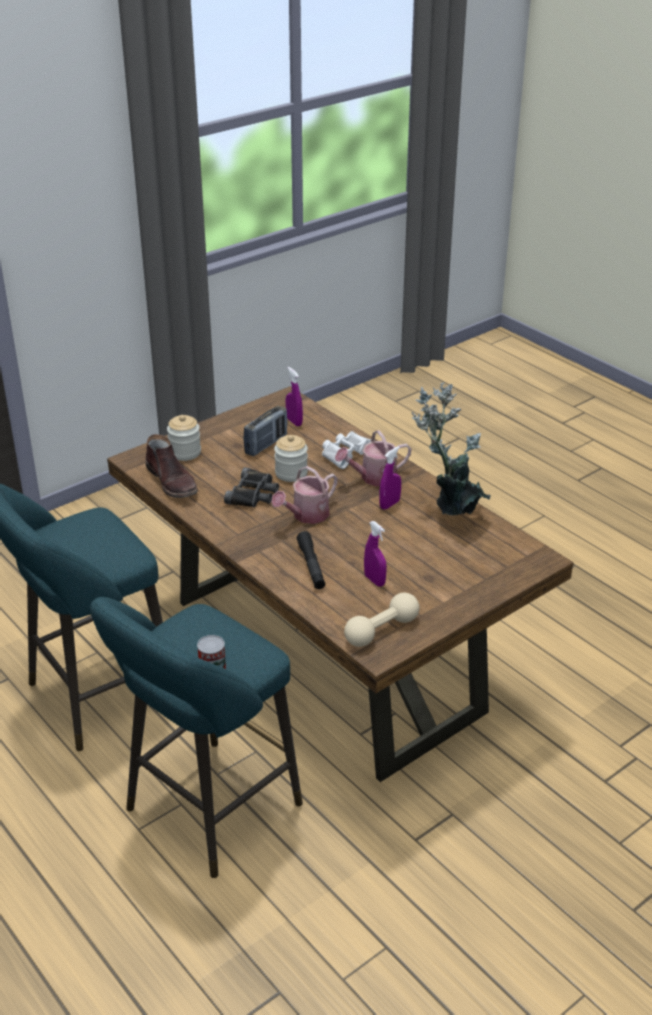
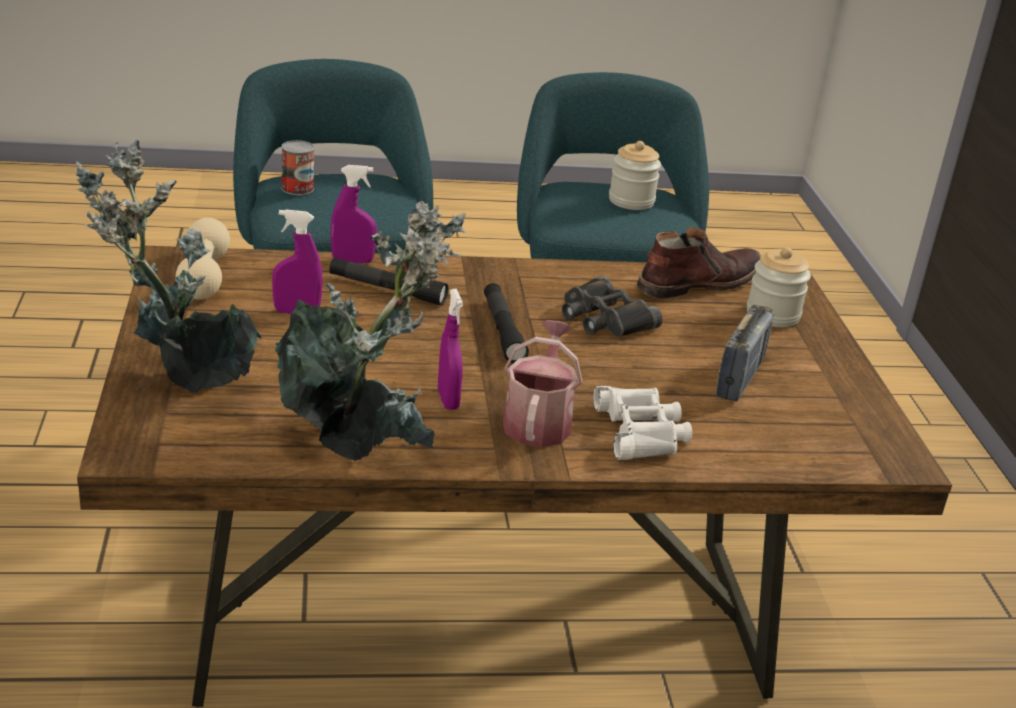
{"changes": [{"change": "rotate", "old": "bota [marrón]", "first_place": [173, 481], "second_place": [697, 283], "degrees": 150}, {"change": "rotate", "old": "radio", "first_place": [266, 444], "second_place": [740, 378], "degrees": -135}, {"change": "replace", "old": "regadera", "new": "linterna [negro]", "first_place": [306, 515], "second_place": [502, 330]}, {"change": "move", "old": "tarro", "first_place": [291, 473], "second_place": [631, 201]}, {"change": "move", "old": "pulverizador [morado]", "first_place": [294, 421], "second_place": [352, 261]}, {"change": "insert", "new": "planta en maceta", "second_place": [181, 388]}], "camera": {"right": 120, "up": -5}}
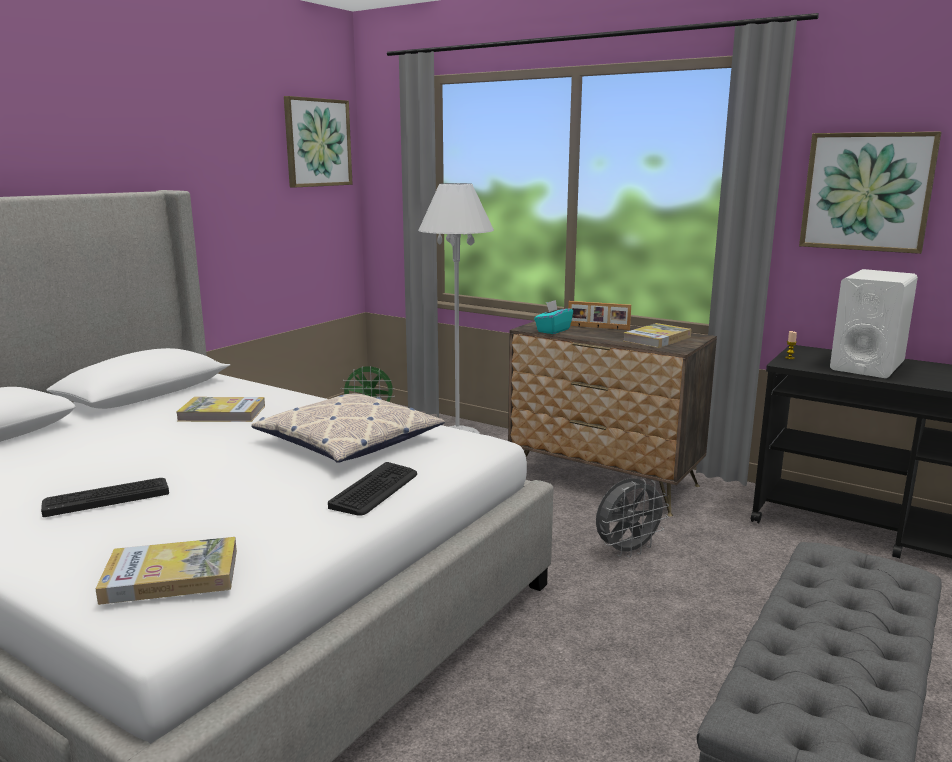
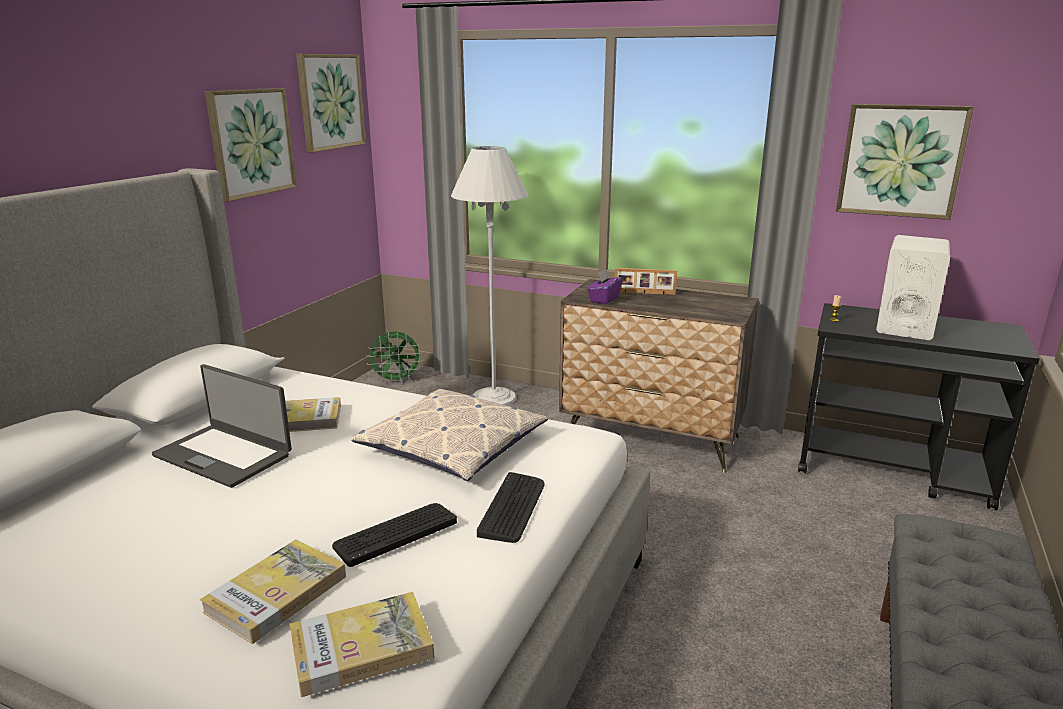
{"changes": [{"change": "move", "old": "teclado", "first_place": [106, 497], "second_place": [395, 533]}, {"change": "recolor", "old": "caja de pañuelos [turquesa]", "new": "caja de pañuelos [morado]", "first_place": [553, 330], "second_place": [603, 299]}, {"change": "delete", "old": "ventilador [gris]", "first_place": [627, 551]}, {"change": "move", "old": "libro", "first_place": [657, 339], "second_place": [276, 594]}, {"change": "insert", "new": "portátil", "second_place": [224, 455]}, {"change": "insert", "new": "cuadro", "second_place": [251, 142]}], "camera": {"right": -10, "up": 5}}
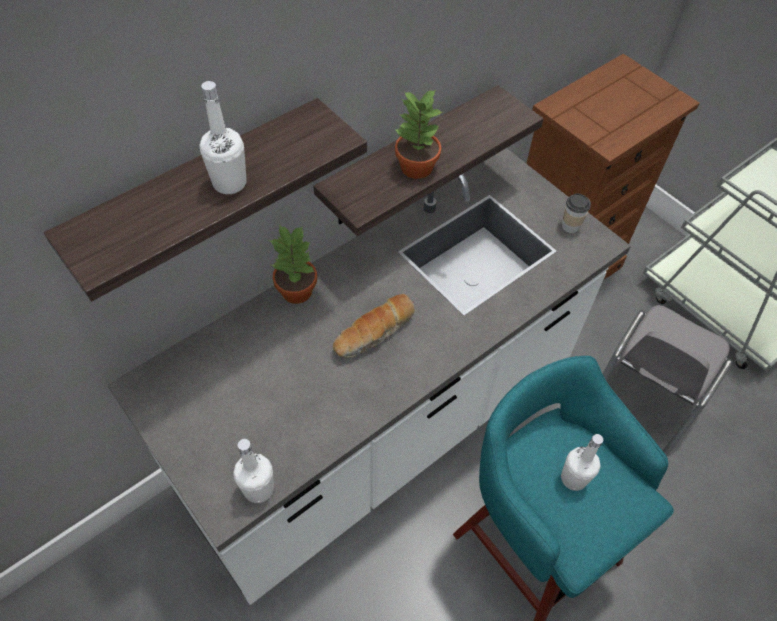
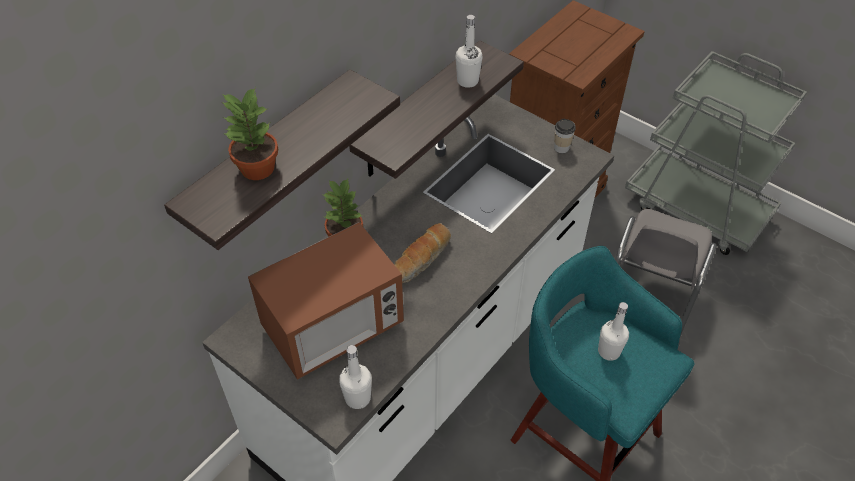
{"changes": [{"change": "move", "old": "botella [blanco]", "first_place": [229, 183], "second_place": [467, 81]}, {"change": "move", "old": "planta en maceta", "first_place": [415, 167], "second_place": [256, 168]}, {"change": "insert", "new": "microondas", "second_place": [333, 327]}], "camera": {"right": -10, "up": -5}}
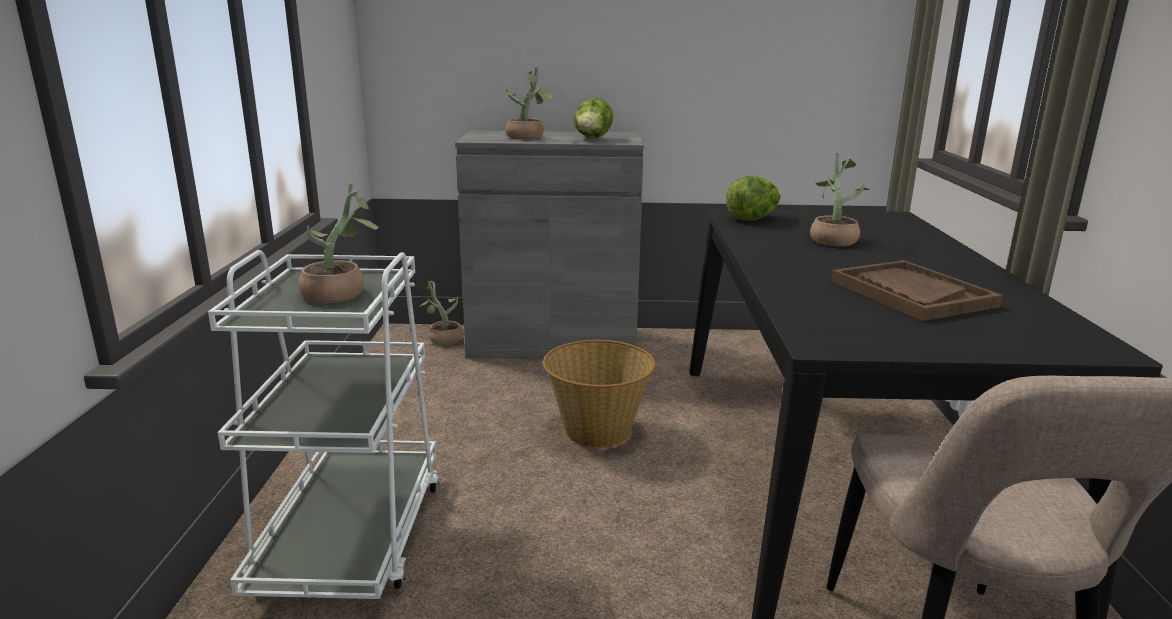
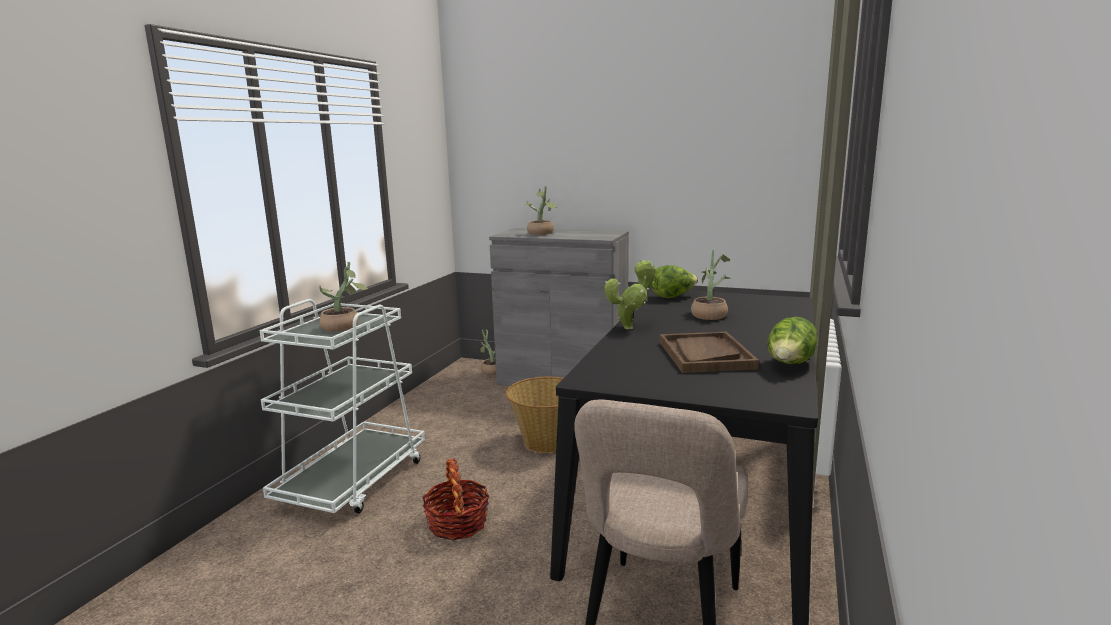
{"changes": [{"change": "move", "old": "lechuga", "first_place": [592, 138], "second_place": [790, 365]}, {"change": "insert", "new": "cesta", "second_place": [457, 524]}, {"change": "insert", "new": "planta en maceta", "second_place": [631, 327]}], "camera": {"right": 20, "up": -5}}
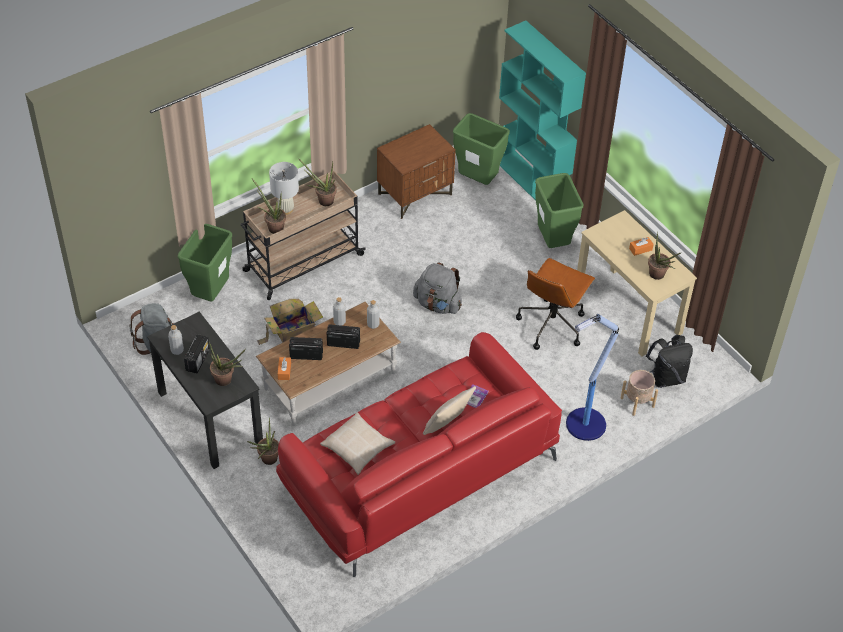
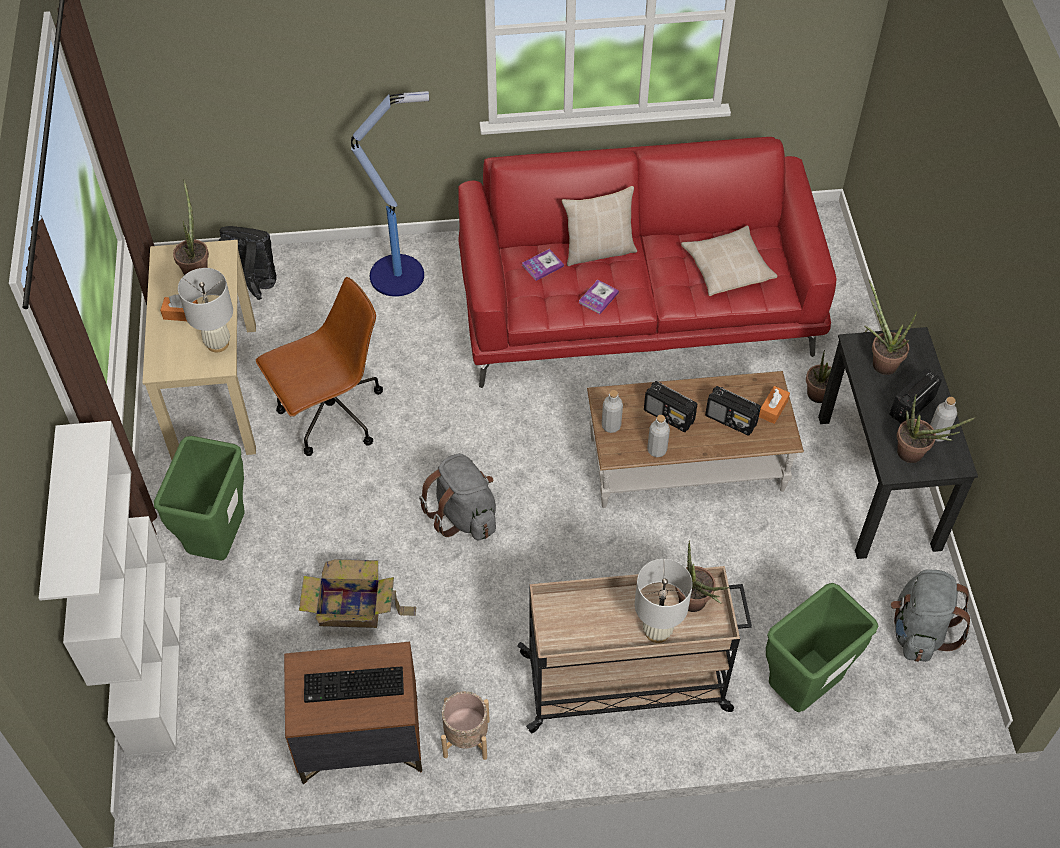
{"changes": [{"change": "move", "old": "caja de cartón", "first_place": [292, 330], "second_place": [353, 610]}, {"change": "move", "old": "planta en maceta", "first_place": [322, 200], "second_place": [915, 455]}, {"change": "delete", "old": "papelera [verde]", "first_place": [478, 181]}, {"change": "recolor", "old": "estantería [turquesa]", "new": "estantería [blanco]", "first_place": [531, 181], "second_place": [153, 674]}, {"change": "move", "old": "maceta [beis]", "first_place": [637, 402], "second_place": [466, 738]}, {"change": "insert", "new": "lámpara de mesa [blanco]", "second_place": [218, 343]}, {"change": "insert", "new": "teclado", "second_place": [353, 687]}, {"change": "insert", "new": "libro", "second_place": [598, 298]}], "camera": {"right": -150, "up": 5}}
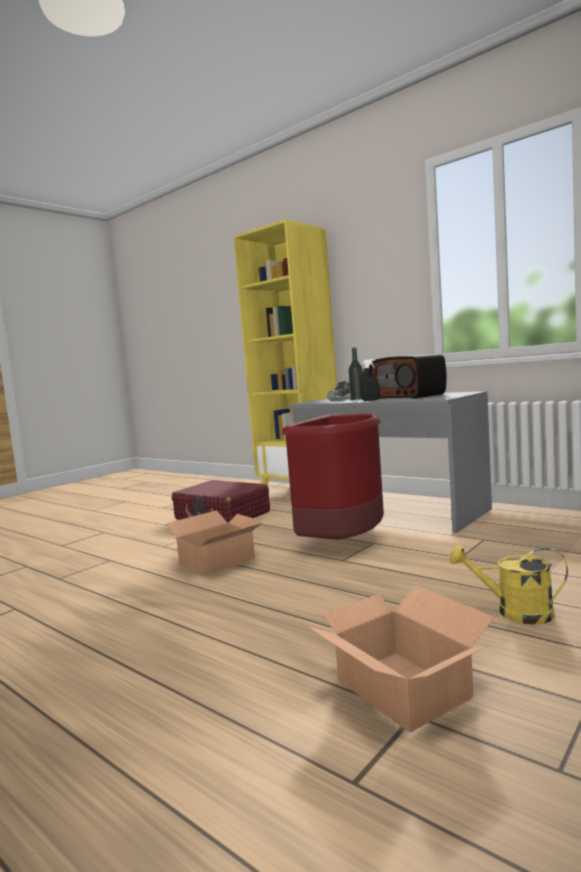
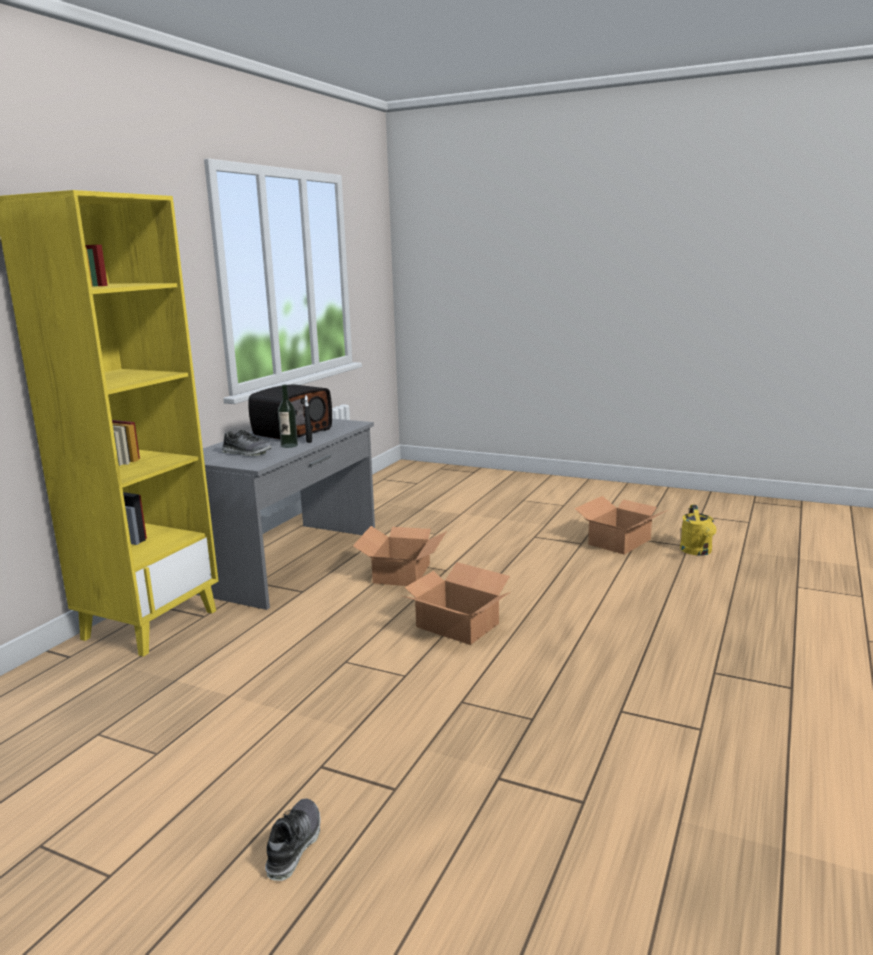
{"changes": [{"change": "delete", "old": "maleta [rojo]", "first_place": [222, 516]}, {"change": "replace", "old": "papelera [rojo]", "new": "caja de cartón", "first_place": [344, 543], "second_place": [401, 573]}, {"change": "move", "old": "regadera [amarillo]", "first_place": [514, 612], "second_place": [697, 552]}, {"change": "insert", "new": "zapato", "second_place": [294, 846]}], "camera": {"right": -105, "up": 10}}
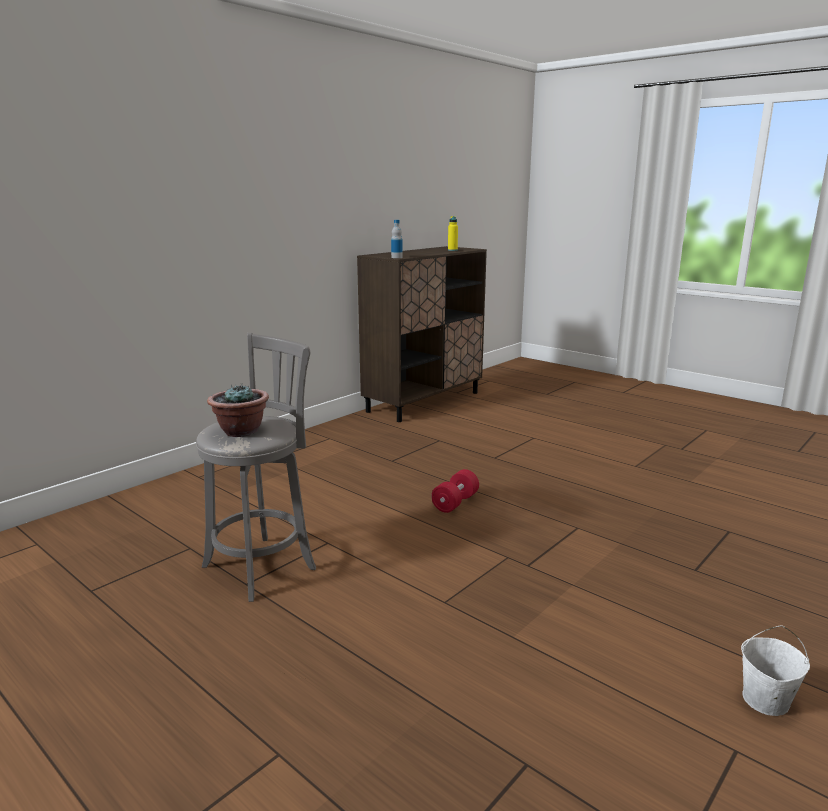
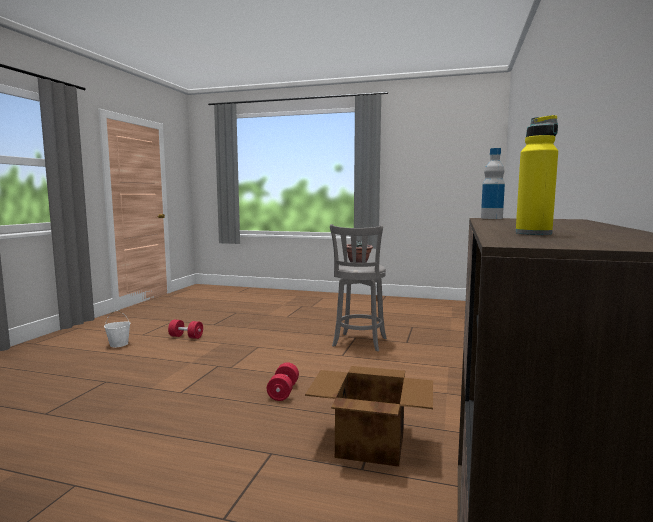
{"changes": [{"change": "insert", "new": "mancuerna [rojo]", "second_place": [186, 337]}, {"change": "insert", "new": "caja de cartón", "second_place": [369, 443]}], "camera": {"right": 155, "up": -10}}
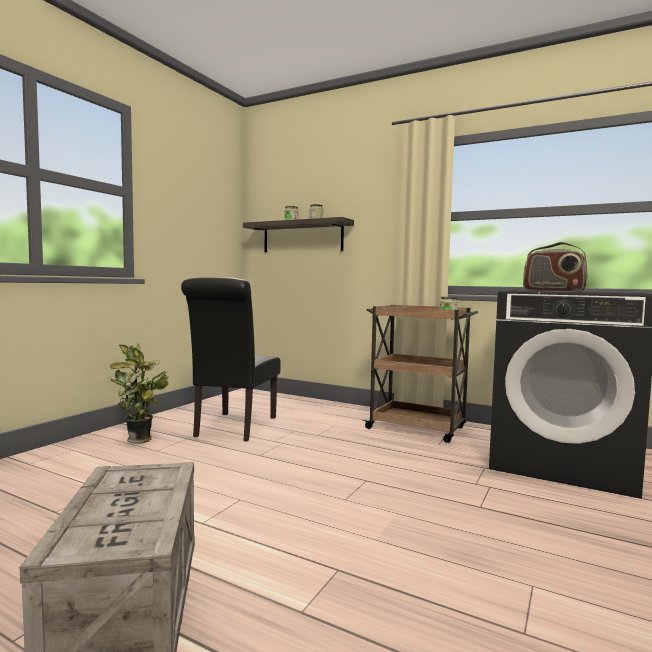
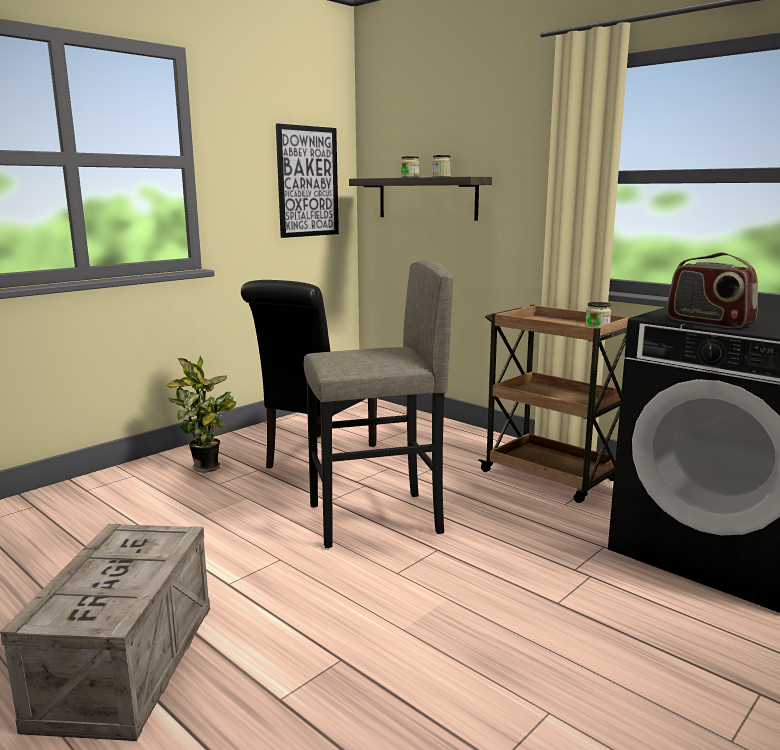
{"changes": [{"change": "insert", "new": "cuadro", "second_place": [307, 182]}, {"change": "insert", "new": "taburete [gris]", "second_place": [375, 519]}], "camera": {"right": 15, "up": 10}}
